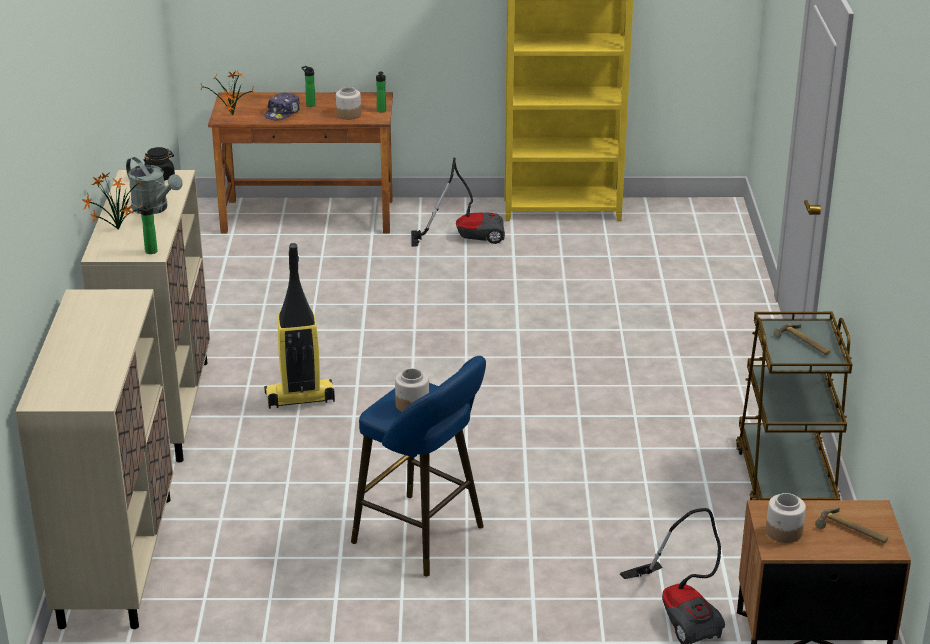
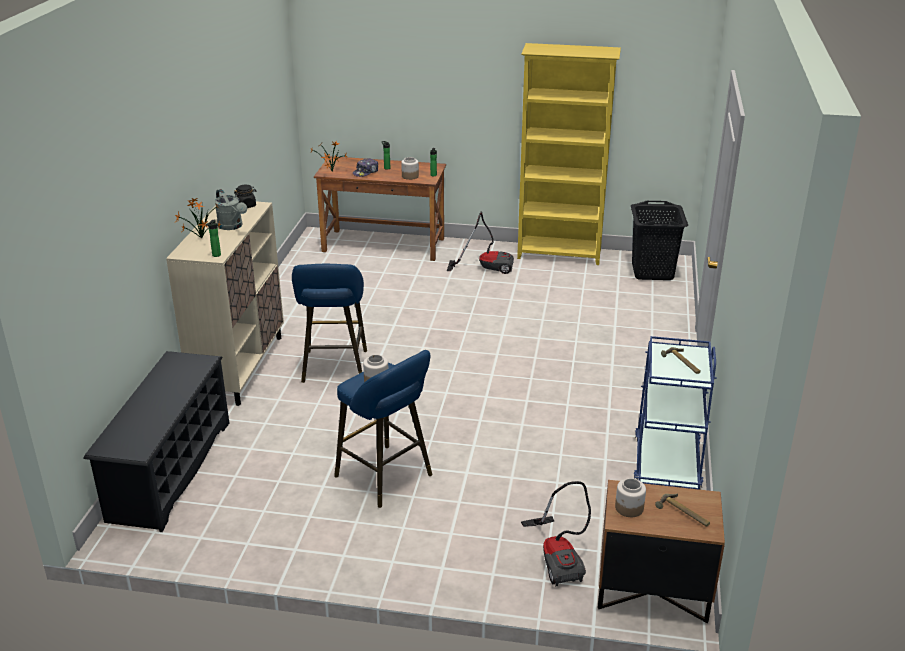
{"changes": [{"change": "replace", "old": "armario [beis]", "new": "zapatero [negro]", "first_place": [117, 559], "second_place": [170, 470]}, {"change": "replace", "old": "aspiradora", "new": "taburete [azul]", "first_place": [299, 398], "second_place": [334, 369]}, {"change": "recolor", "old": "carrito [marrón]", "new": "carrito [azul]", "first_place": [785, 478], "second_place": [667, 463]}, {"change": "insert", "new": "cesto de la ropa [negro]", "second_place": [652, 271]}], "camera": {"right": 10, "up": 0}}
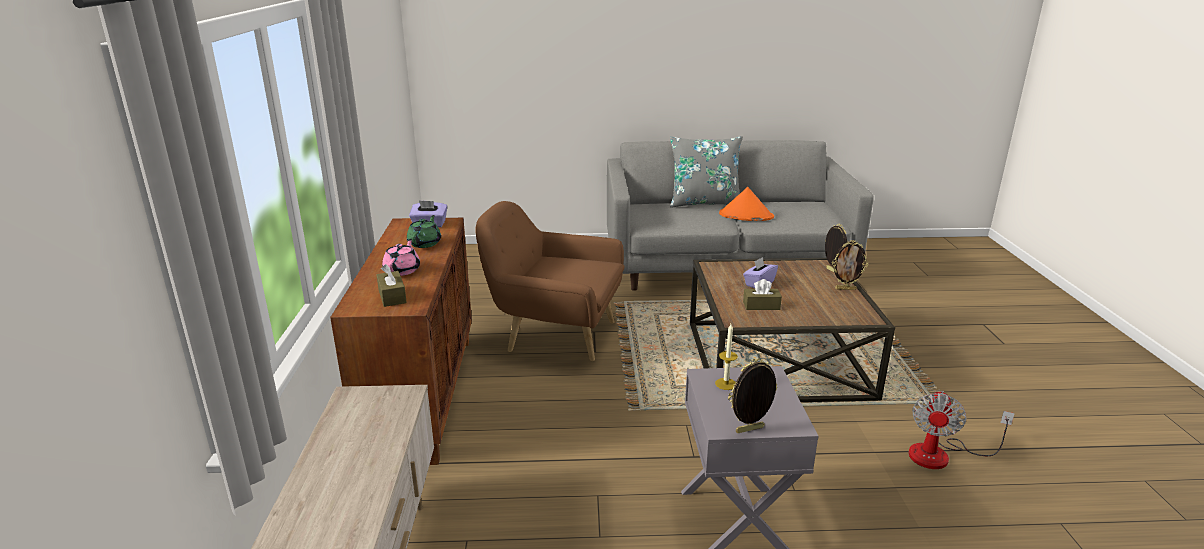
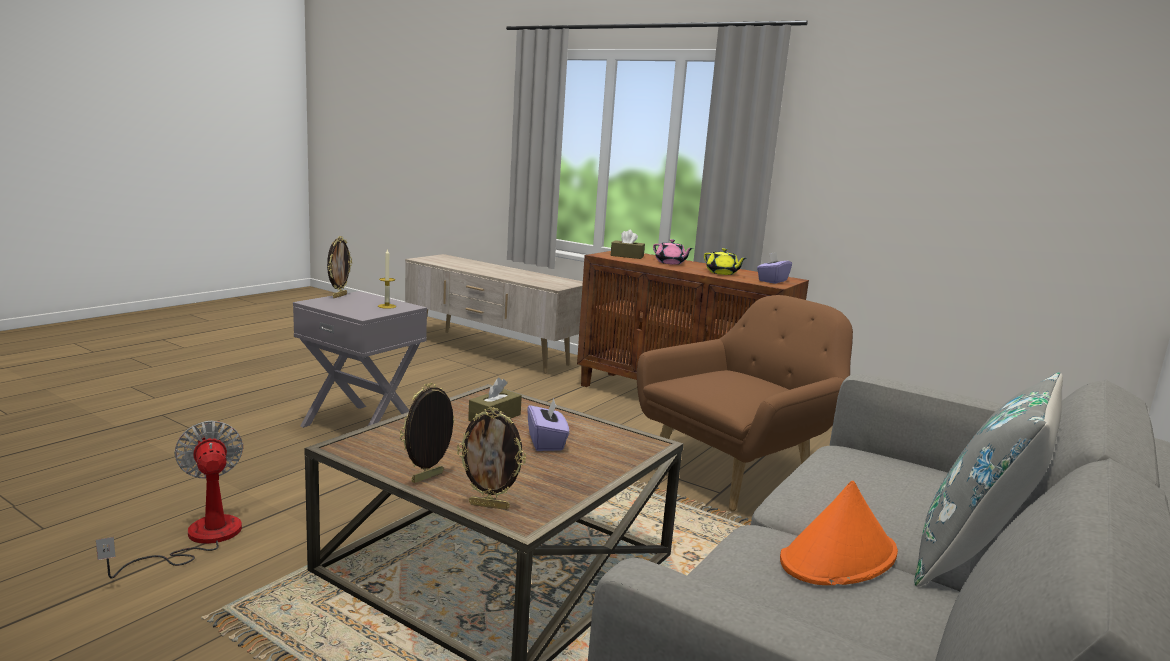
{"changes": [{"change": "recolor", "old": "tetera [verde]", "new": "tetera [amarillo]", "first_place": [425, 243], "second_place": [722, 273]}], "camera": {"right": 125, "up": -10}}
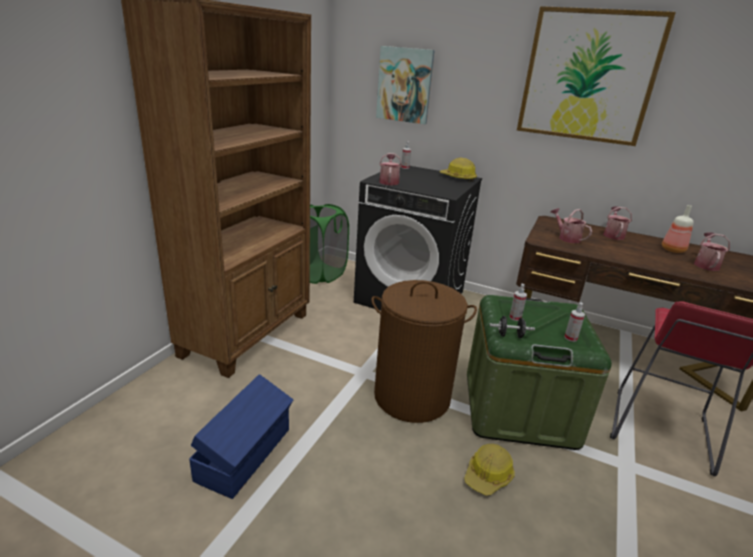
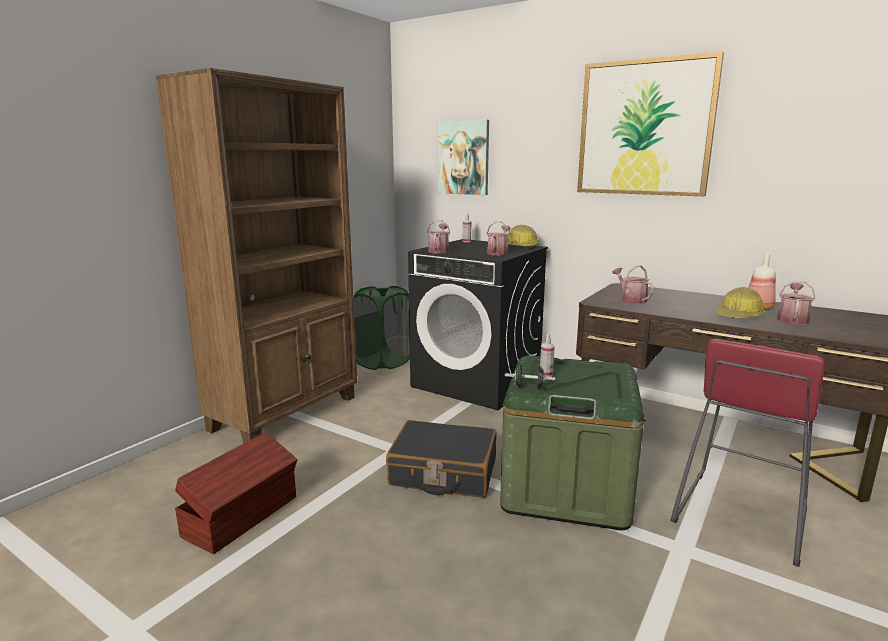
{"changes": [{"change": "recolor", "old": "caja de almacenaje [azul]", "new": "caja de almacenaje [marrón]", "first_place": [246, 454], "second_place": [243, 516]}, {"change": "replace", "old": "cesto de la ropa [marrón]", "new": "maleta [negro]", "first_place": [412, 396], "second_place": [443, 472]}, {"change": "move", "old": "casco", "first_place": [488, 476], "second_place": [738, 316]}, {"change": "delete", "old": "pulverizador", "first_place": [570, 338]}, {"change": "move", "old": "regadera", "first_place": [613, 235], "second_place": [498, 253]}], "camera": {"right": 10, "up": -10}}
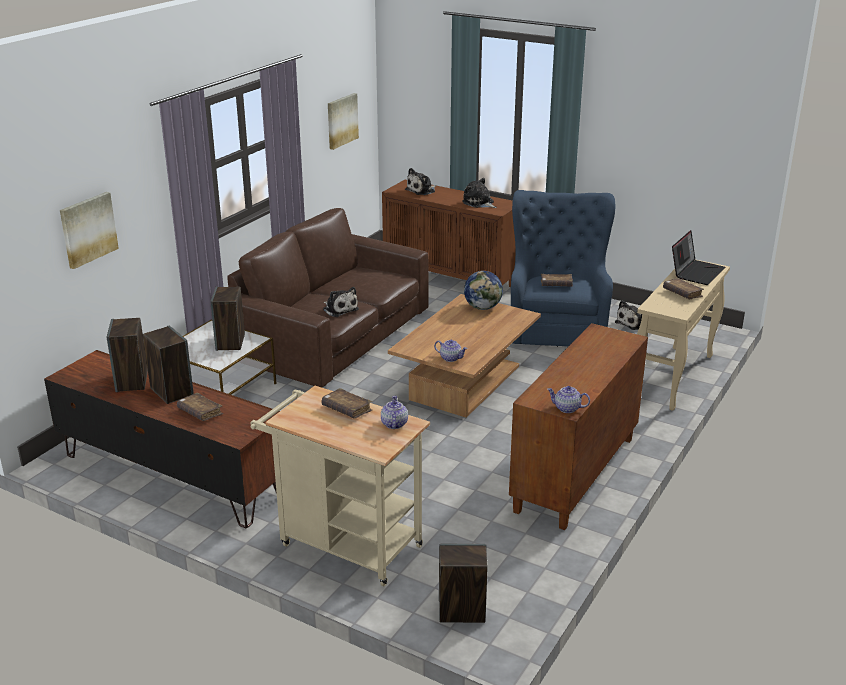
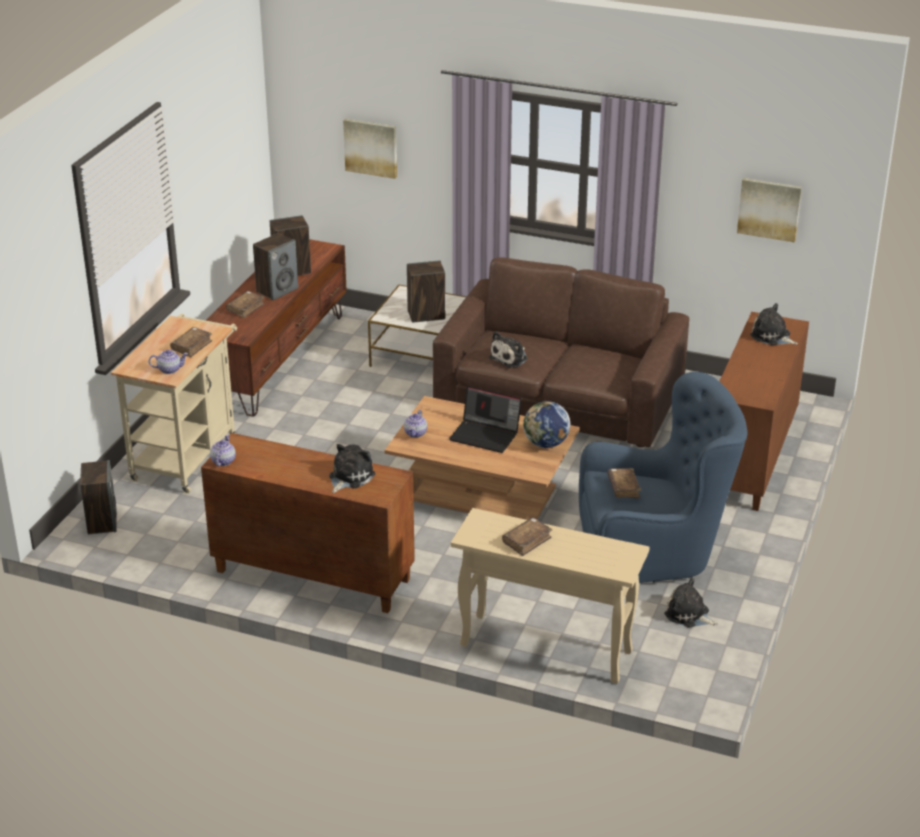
{"changes": [{"change": "move", "old": "peluche", "first_place": [479, 203], "second_place": [349, 477]}, {"change": "move", "old": "portátil", "first_place": [696, 272], "second_place": [486, 435]}], "camera": {"right": 80, "up": 5}}
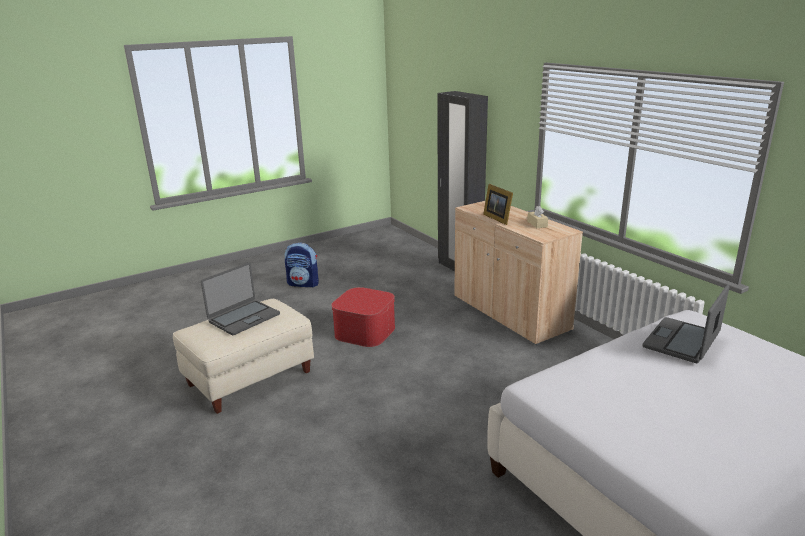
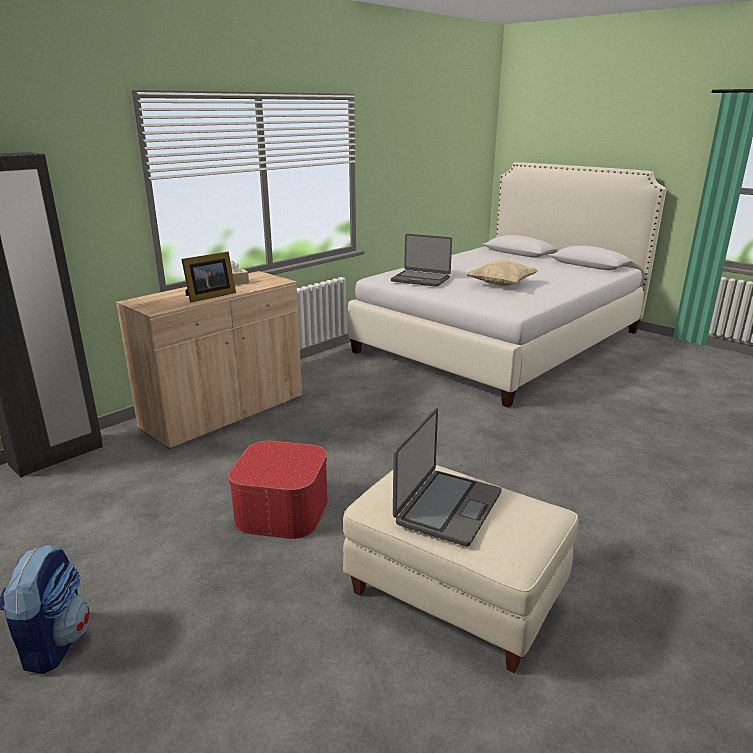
{"changes": [{"change": "rotate", "old": "portátil", "first_place": [243, 318], "second_place": [447, 507], "degrees": 90}, {"change": "insert", "new": "cojín [beis]", "second_place": [501, 285]}], "camera": {"right": -105, "up": 0}}
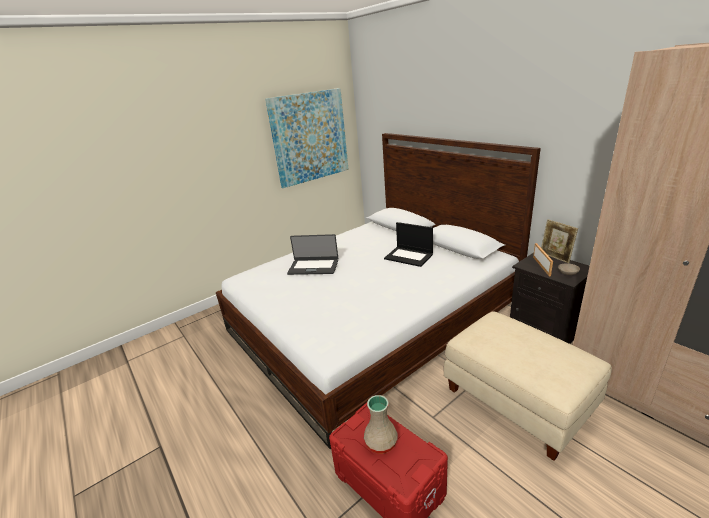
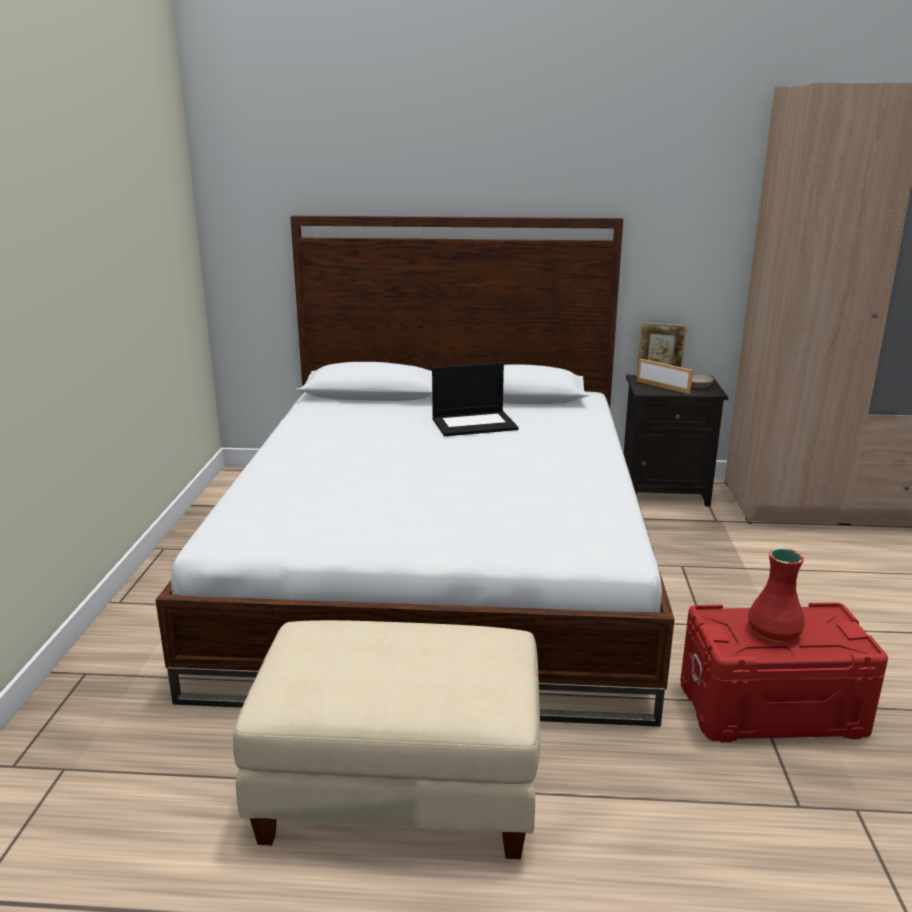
{"changes": [{"change": "delete", "old": "cuadro", "first_place": [310, 137]}, {"change": "delete", "old": "portátil", "first_place": [313, 267]}, {"change": "recolor", "old": "florero [beis]", "new": "florero [rojo]", "first_place": [382, 442], "second_place": [773, 631]}, {"change": "move", "old": "puf [beis]", "first_place": [518, 400], "second_place": [401, 786]}], "camera": {"right": -50, "up": -5}}
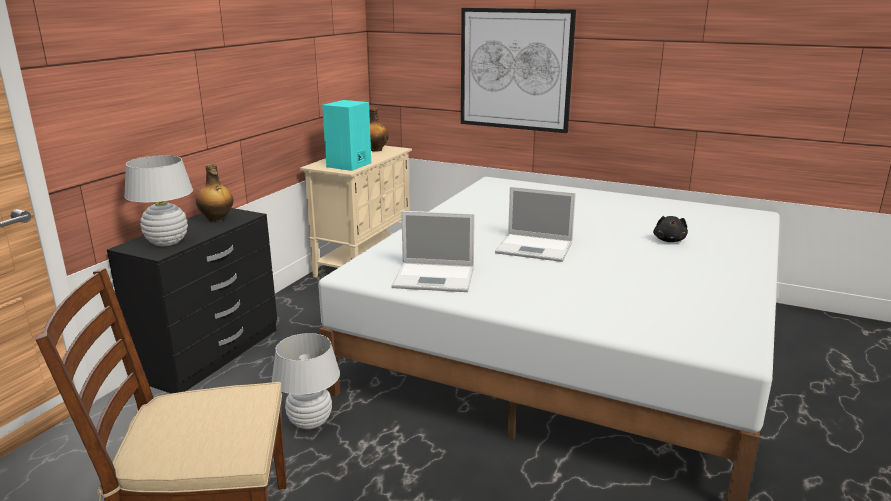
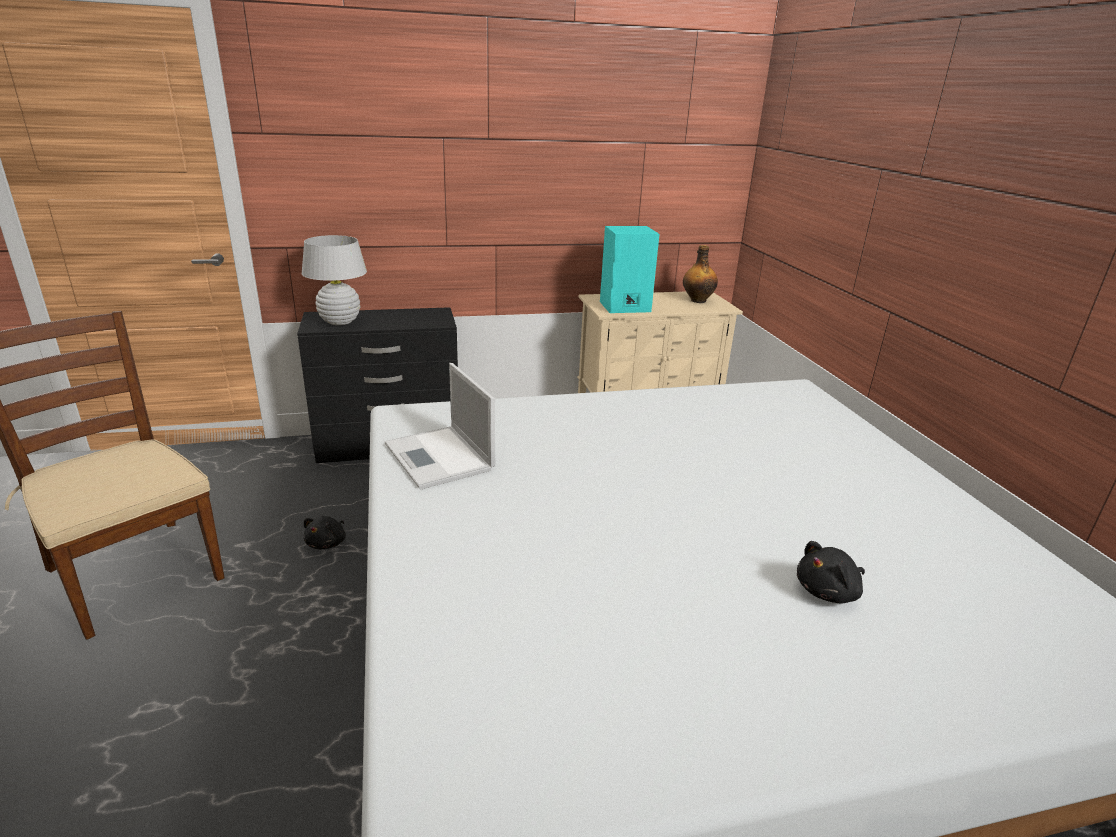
{"changes": [{"change": "delete", "old": "botella", "first_place": [217, 220]}, {"change": "replace", "old": "lámpara de mesa [blanco]", "new": "peluche [negro]", "first_place": [310, 422], "second_place": [327, 543]}, {"change": "delete", "old": "cuadro", "first_place": [515, 69]}, {"change": "delete", "old": "portátil", "first_place": [536, 248]}], "camera": {"right": 50, "up": 5}}
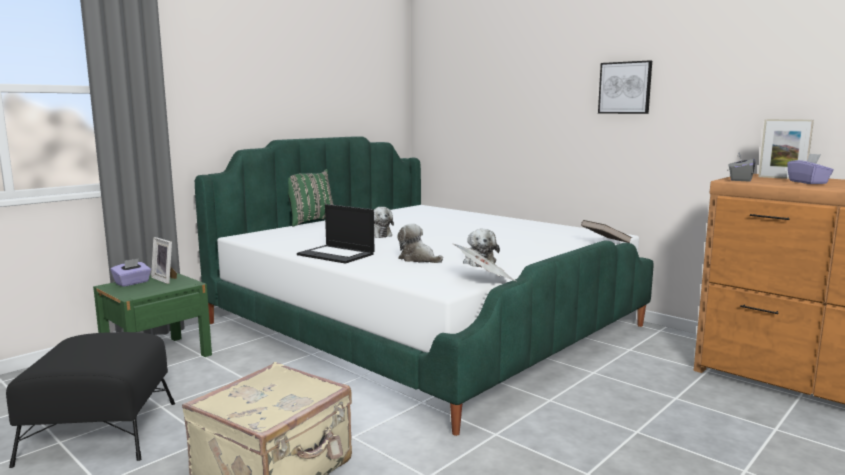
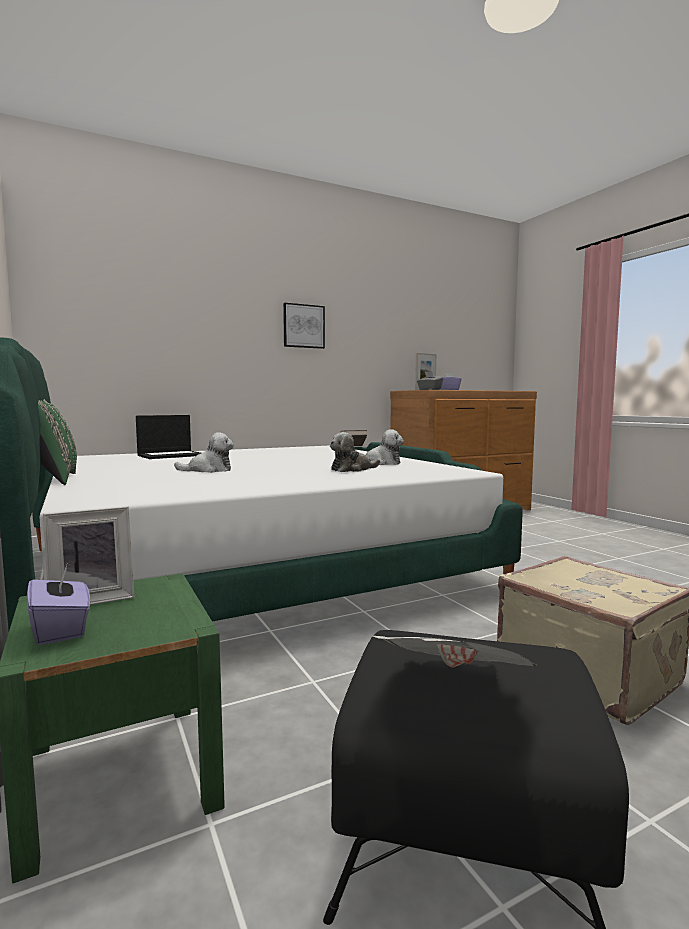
{"changes": [{"change": "move", "old": "portátil", "first_place": [337, 254], "second_place": [171, 455]}, {"change": "move", "old": "periódico", "first_place": [484, 279], "second_place": [453, 692]}], "camera": {"right": -70, "up": -5}}
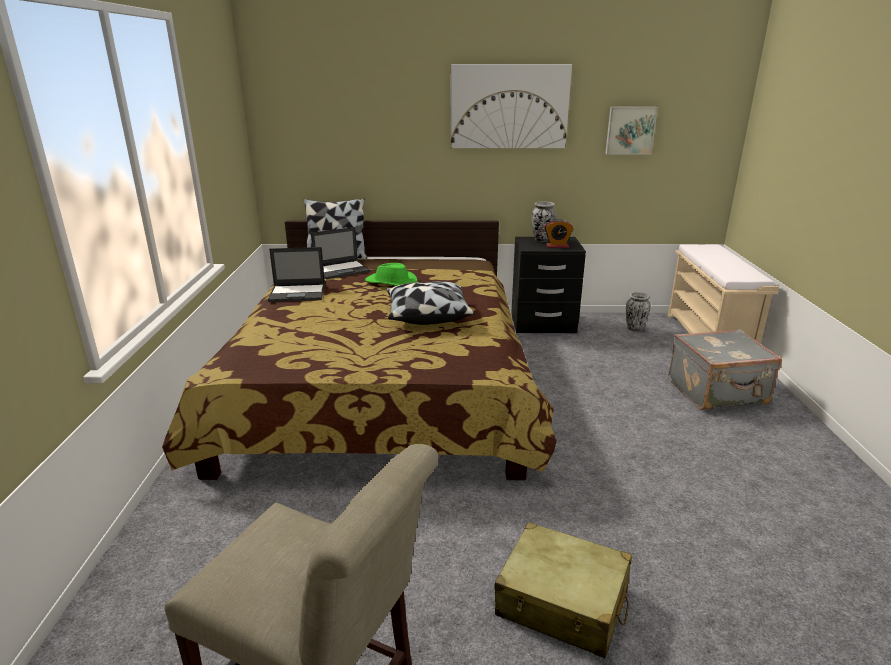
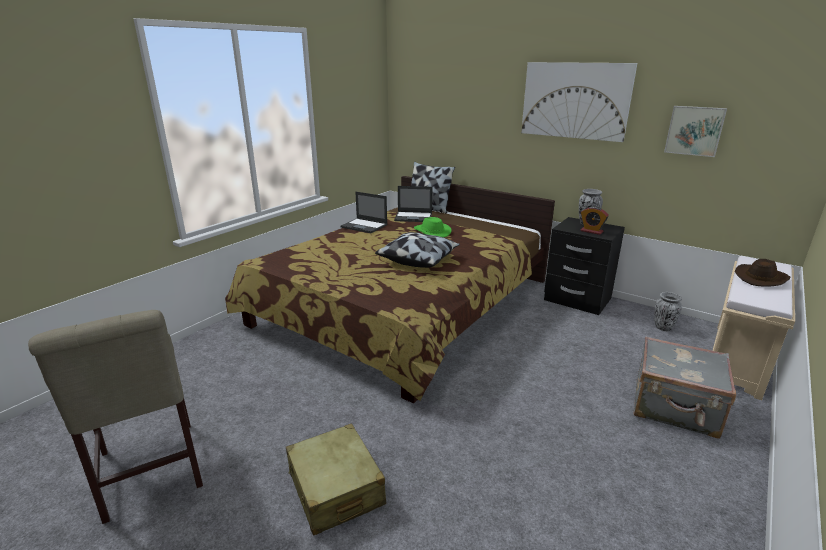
{"changes": [{"change": "insert", "new": "sombrero [marrón]", "second_place": [760, 278]}], "camera": {"right": 35, "up": 0}}
